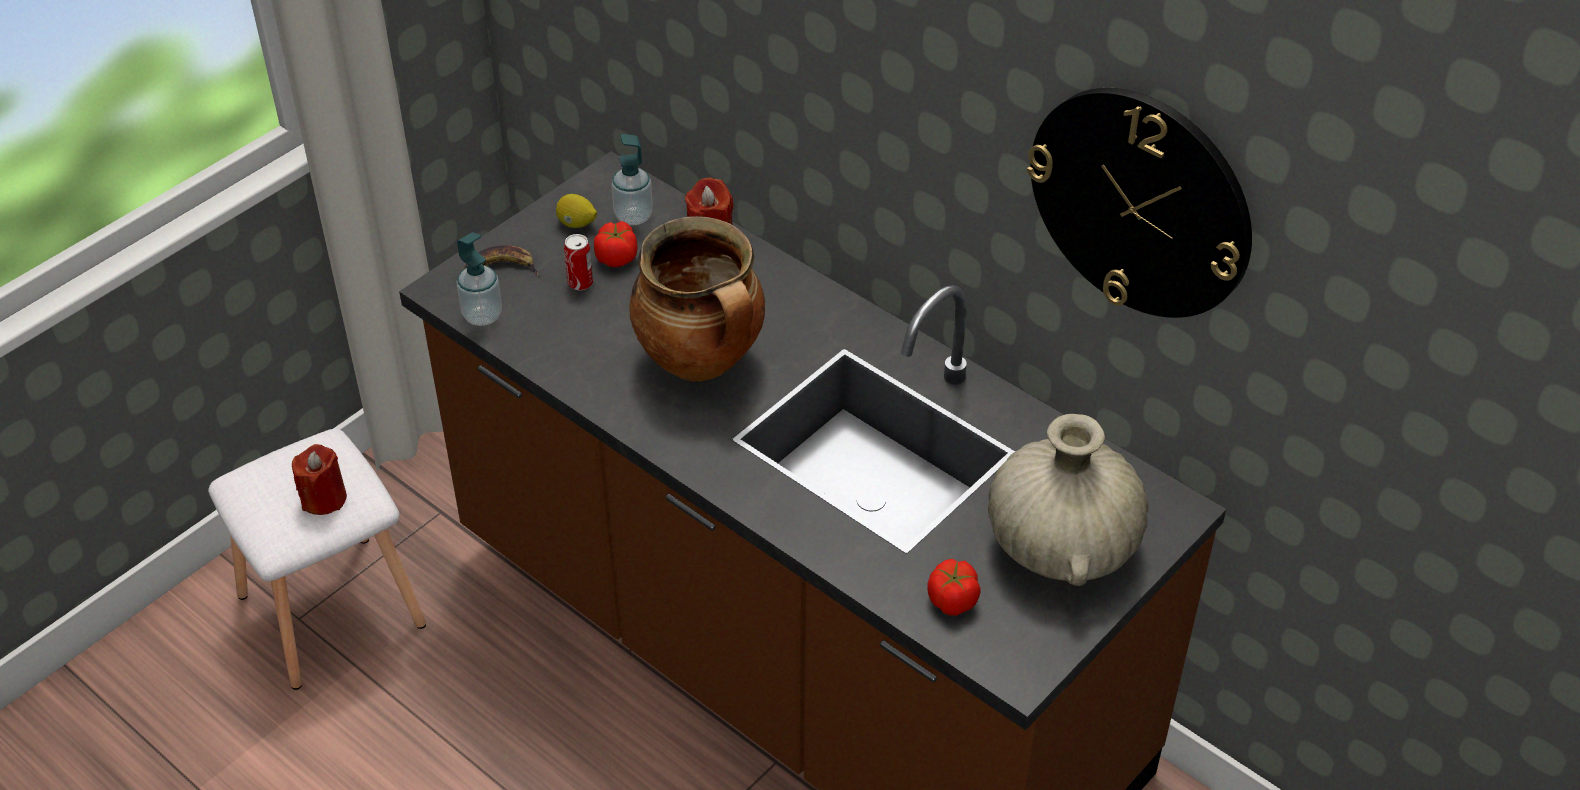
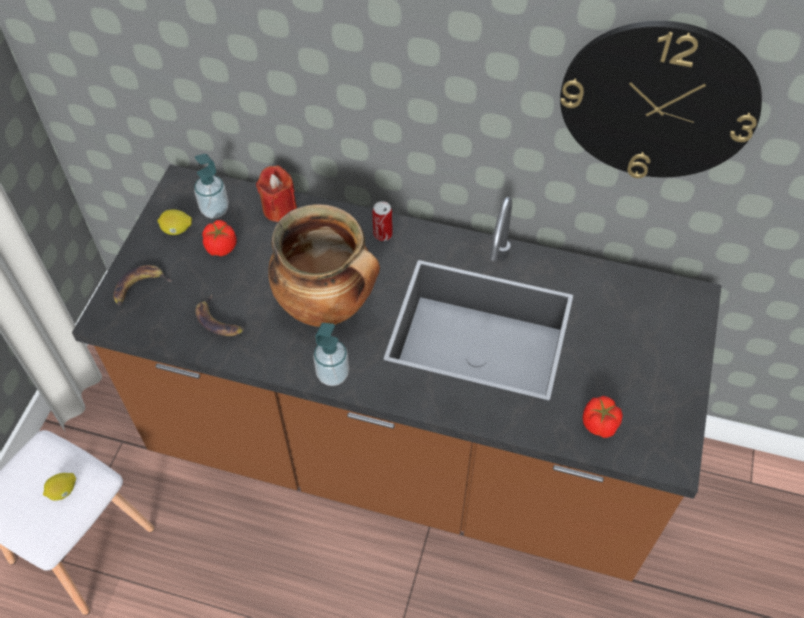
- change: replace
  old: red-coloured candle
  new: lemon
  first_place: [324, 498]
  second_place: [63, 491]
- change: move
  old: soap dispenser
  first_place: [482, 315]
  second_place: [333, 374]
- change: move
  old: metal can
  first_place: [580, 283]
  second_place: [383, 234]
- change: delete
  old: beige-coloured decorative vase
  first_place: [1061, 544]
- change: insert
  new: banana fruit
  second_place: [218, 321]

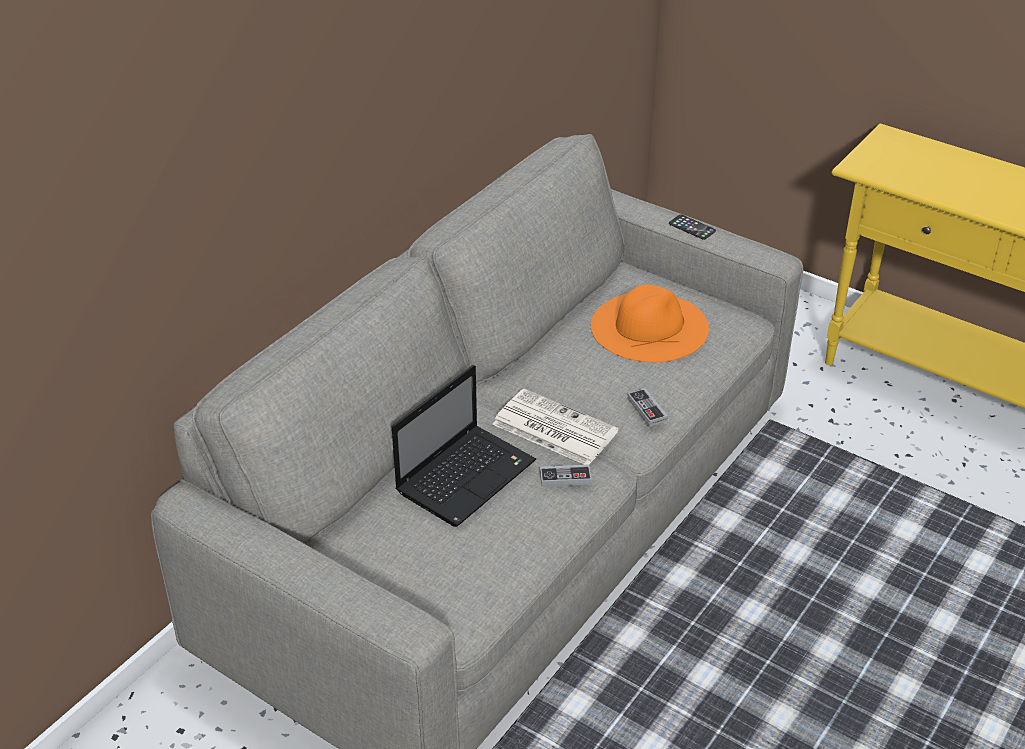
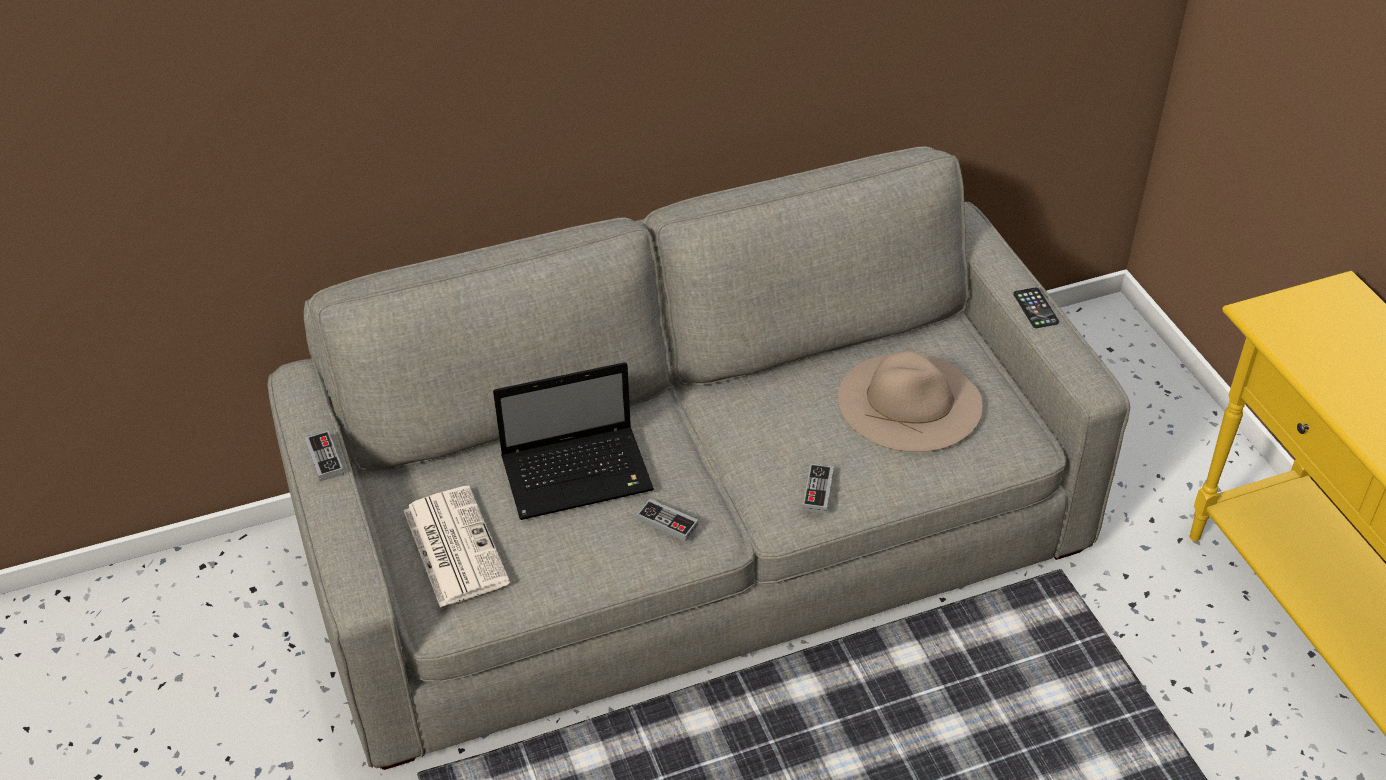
- change: move
  old: newspaper
  first_place: [552, 428]
  second_place: [453, 545]
- change: recolor
  old: orange-coloured hat
  new: beige-coloured hat
  first_place: [649, 326]
  second_place: [909, 401]
- change: insert
  new: gamepad
  second_place: [324, 458]

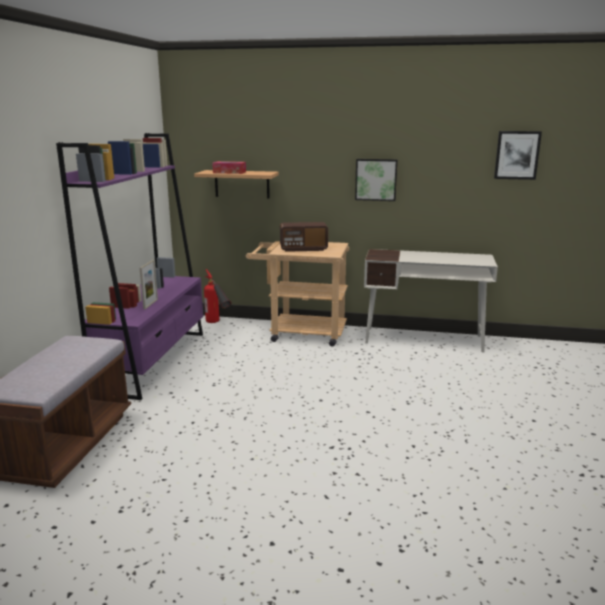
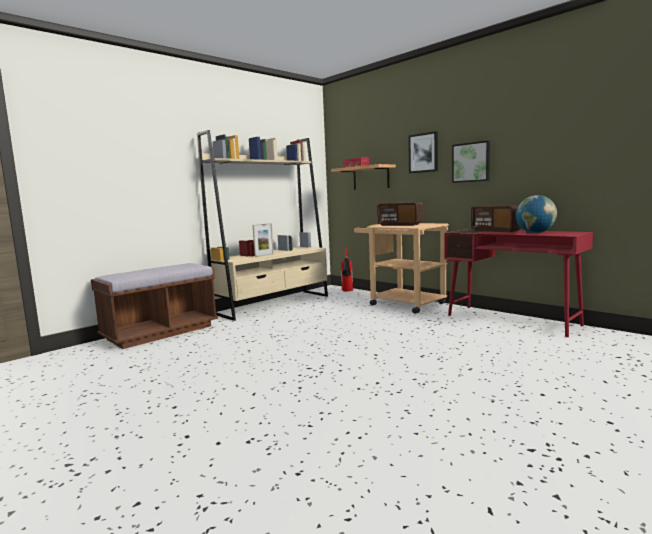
- change: recolor
  old: purple shelving unit
  new: beige-coloured shelving unit
  first_place: [153, 361]
  second_place: [274, 304]
- change: recolor
  old: white desk table
  new: red-coloured desk table
  first_place: [424, 339]
  second_place: [512, 320]
- change: move
  old: picture
  first_place: [517, 155]
  second_place: [423, 153]
- change: insert
  new: radio set
  second_place: [496, 230]
- change: insert
  new: globe
  second_place: [535, 233]

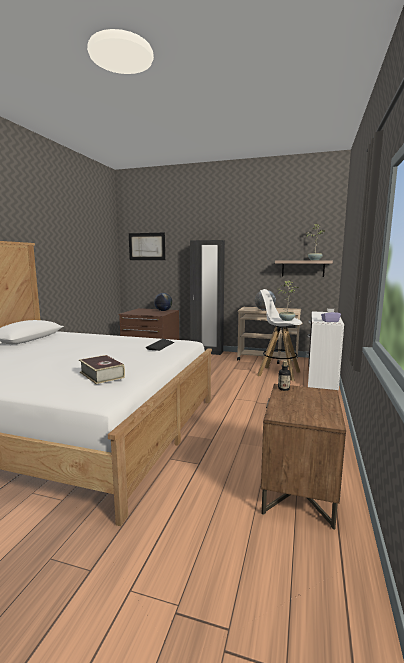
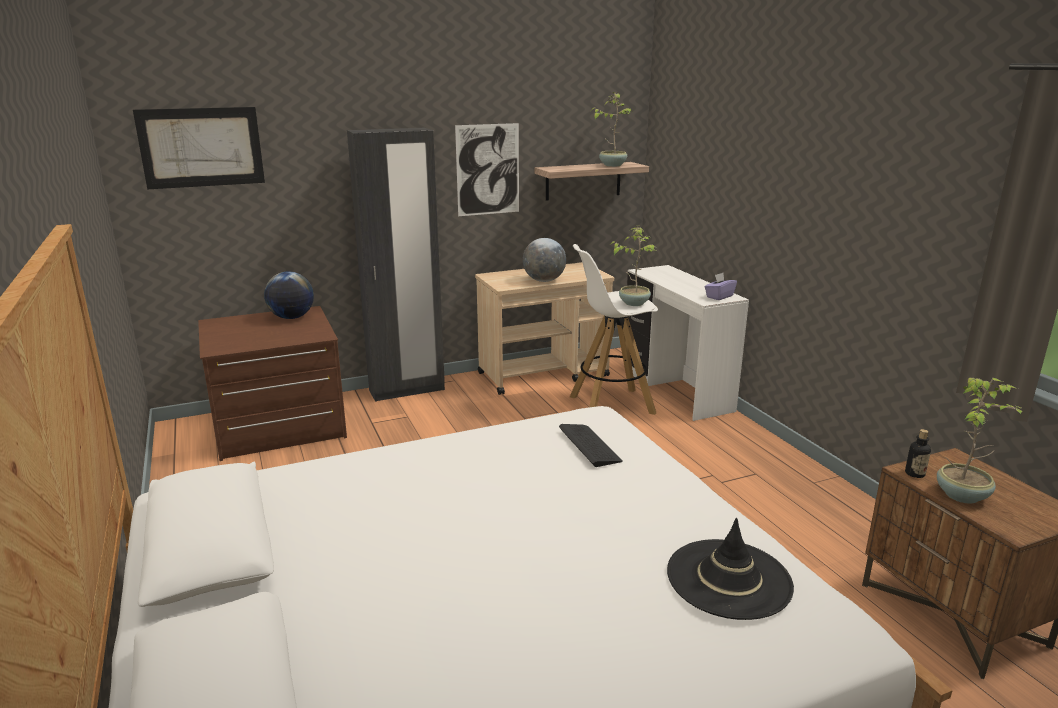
- change: replace
  old: book
  new: black-coloured hat
  first_place: [102, 375]
  second_place: [729, 579]
- change: insert
  new: picture
  second_place: [488, 170]
- change: insert
  new: houseplant
  second_place: [963, 495]

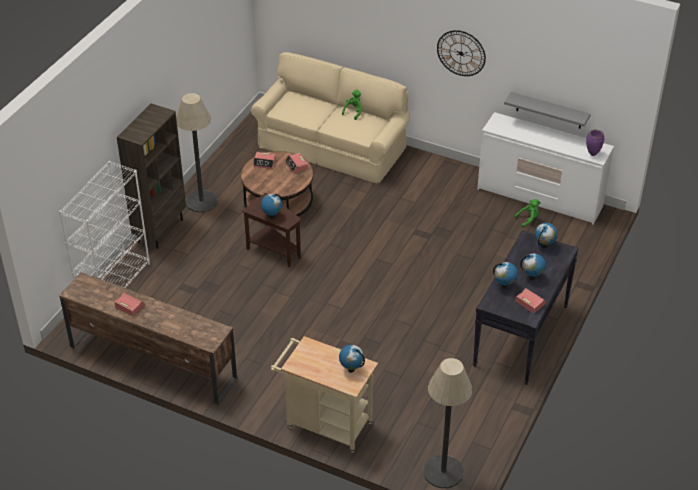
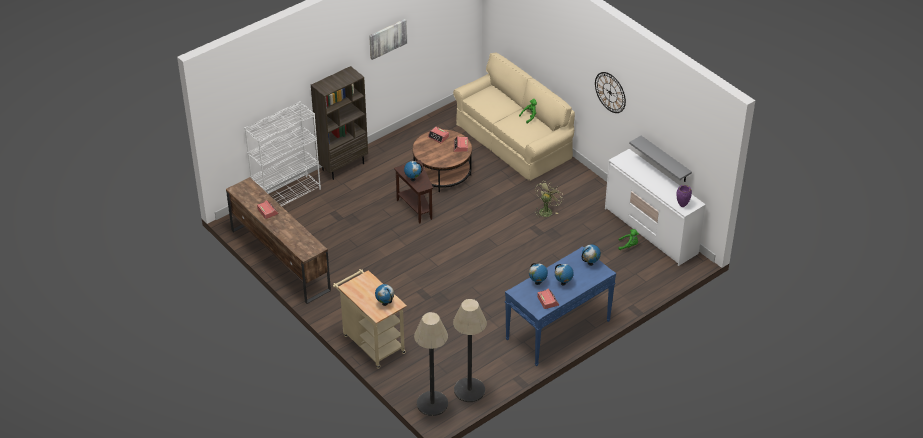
- change: move
  old: standing lamp
  first_place: [201, 201]
  second_place: [469, 390]
- change: recolor
  old: black-coloured narrow table
  new: blue narrow table
  first_place: [521, 336]
  second_place: [558, 330]
- change: insert
  new: picture
  second_place: [387, 38]
- change: insert
  new: green-coloured fan
  second_place: [546, 210]

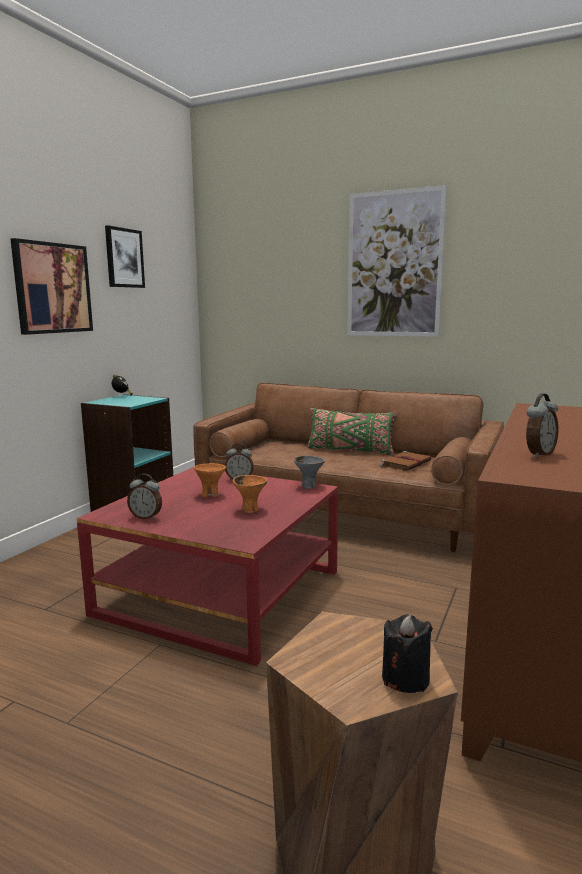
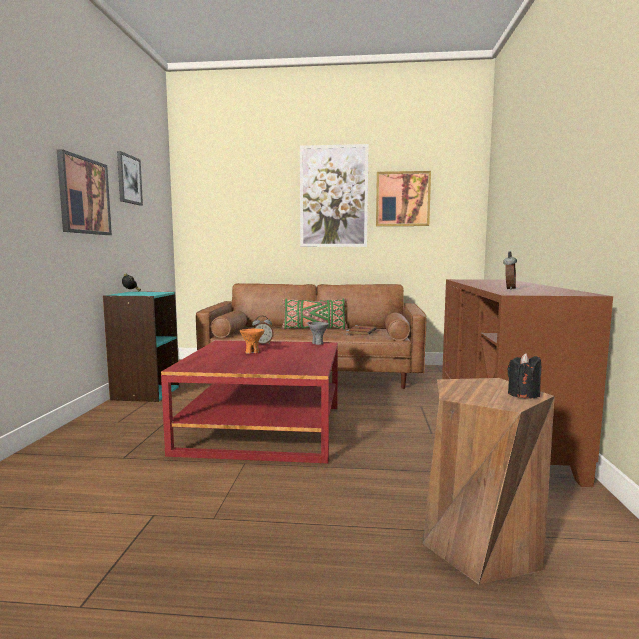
- change: delete
  old: table clock
  first_place: [146, 517]
- change: delete
  old: orange-coloured serving bowl
  first_place: [250, 510]
- change: insert
  new: picture
  second_place: [402, 199]

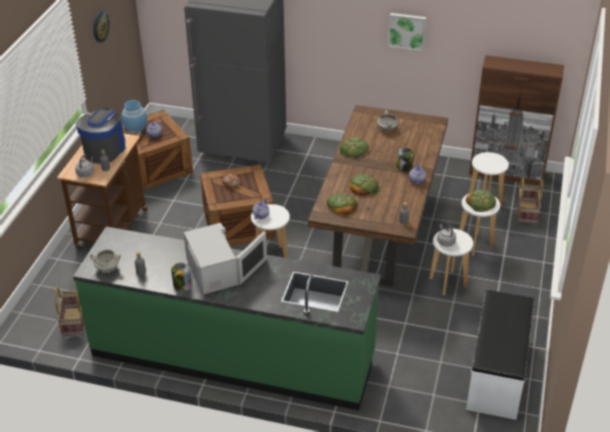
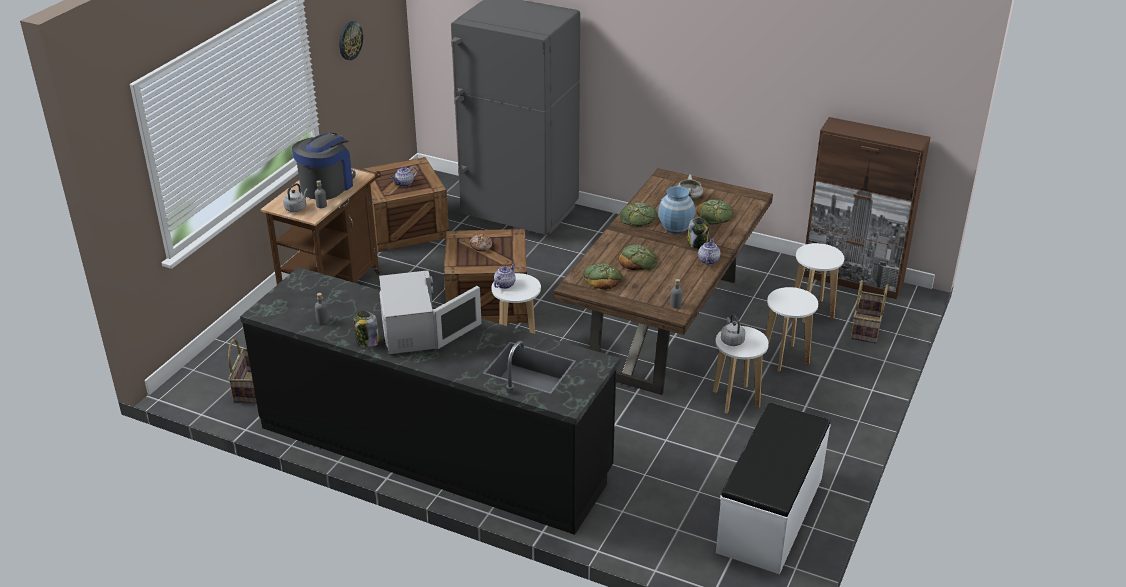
- change: recolor
  old: green-coloured kitchen counter
  new: black-coloured kitchen counter
  first_place: [233, 355]
  second_place: [434, 450]
- change: delete
  old: white saucepot
  first_place: [107, 268]
- change: move
  old: blue decorative vase
  first_place: [135, 128]
  second_place: [675, 227]
- change: delete
  old: picture
  first_place: [407, 31]
- change: move
  old: baked bread
  first_place: [481, 202]
  second_place: [715, 215]

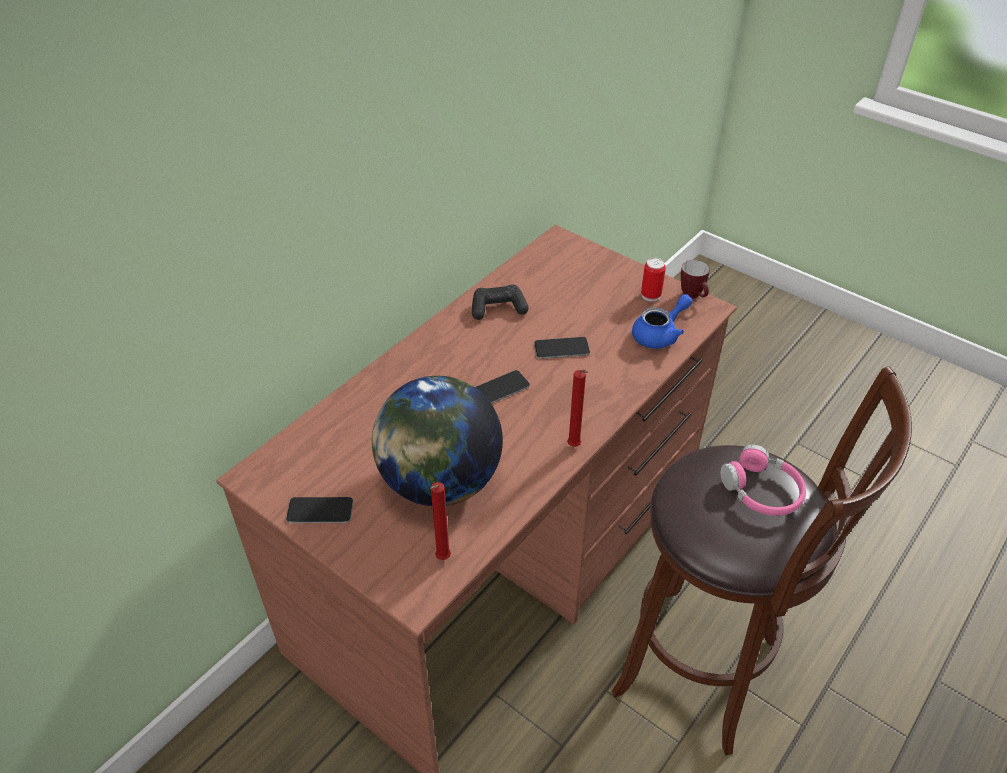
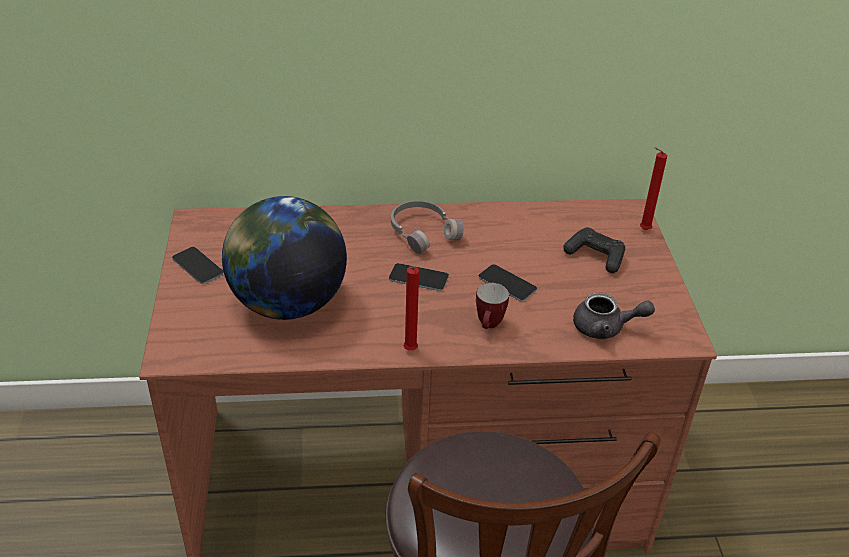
- change: move
  old: red-coloured candle
  first_place: [441, 559]
  second_place: [643, 230]
- change: move
  old: black-coloured gamepad
  first_place: [498, 308]
  second_place: [595, 256]
- change: recolor
  old: blue tea pot
  new: greyish tea pot
  first_place: [660, 334]
  second_place: [605, 328]
- change: delete
  old: metal can
  first_place: [651, 295]
- change: move
  old: tea mug
  first_place: [693, 296]
  second_place: [489, 326]
- change: delete
  old: pinkish headphones
  first_place: [761, 491]
- change: insert
  new: greyish headphones
  second_place: [423, 232]

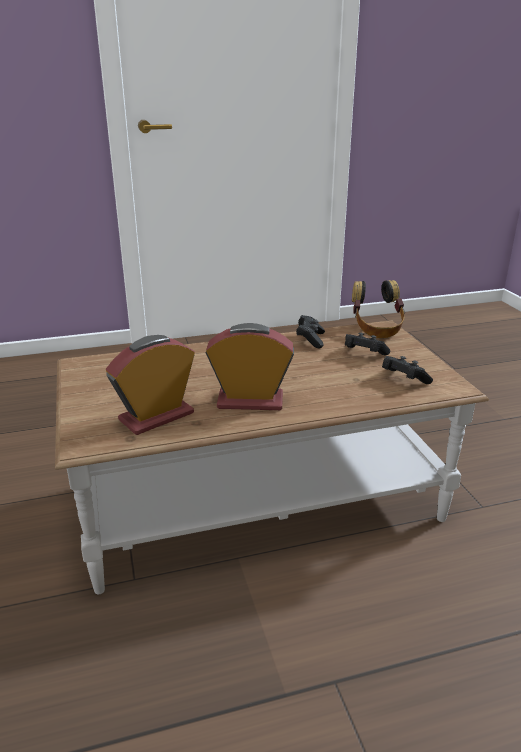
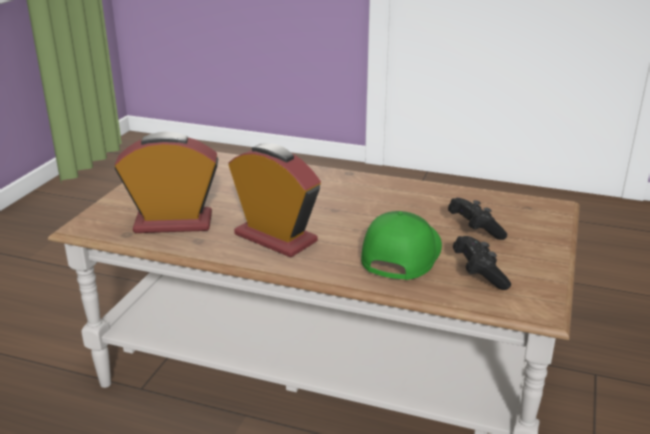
- change: delete
  old: black-coloured gamepad
  first_place: [310, 339]
- change: delete
  old: headphones
  first_place: [376, 329]
- change: insert
  new: green-coloured cap
  second_place: [400, 255]

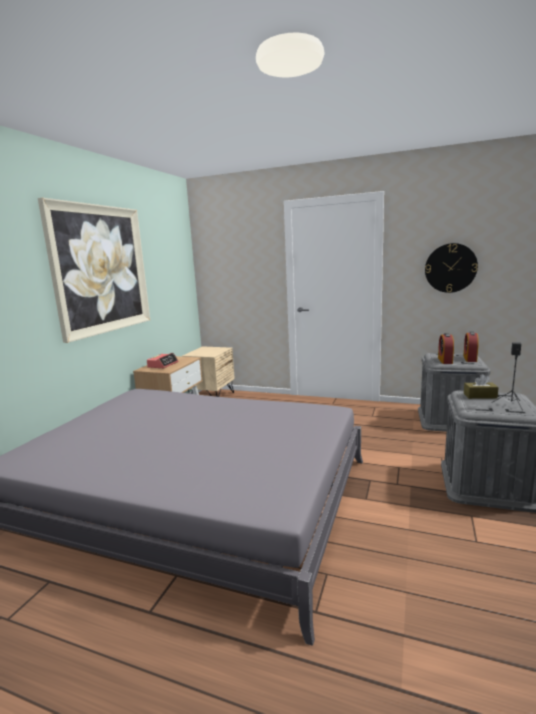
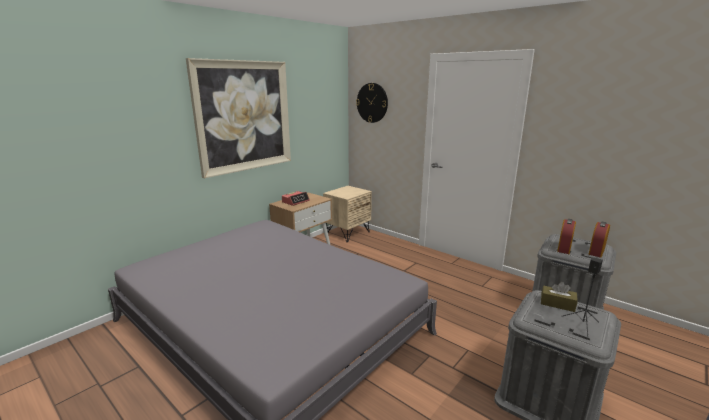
- change: move
  old: hanging clock
  first_place: [450, 268]
  second_place: [372, 103]

